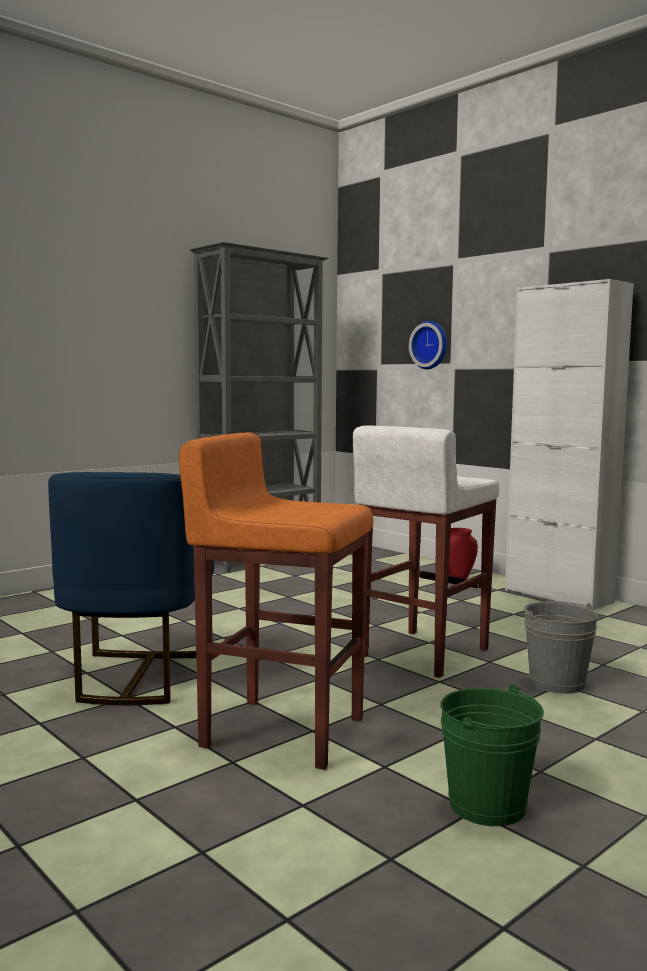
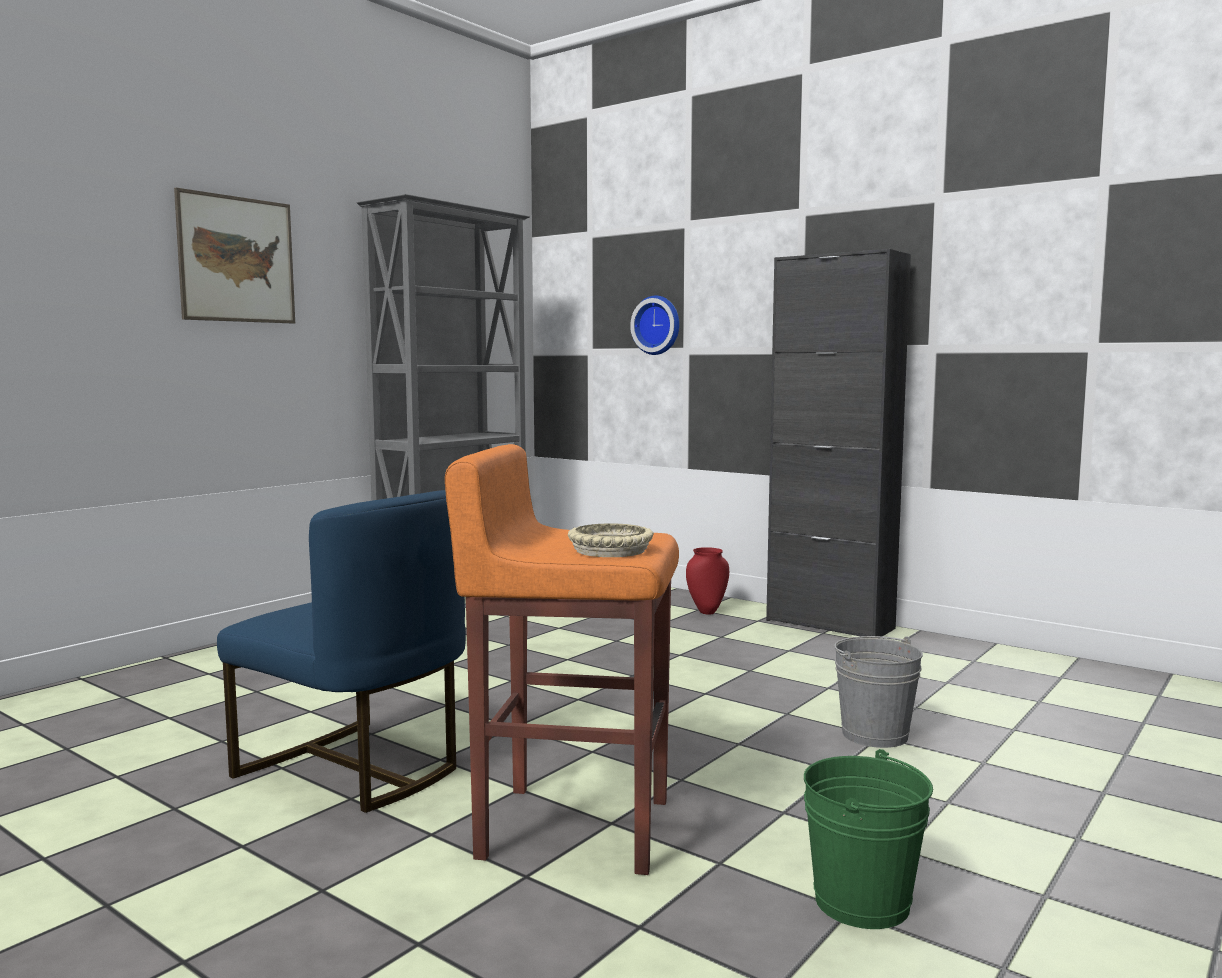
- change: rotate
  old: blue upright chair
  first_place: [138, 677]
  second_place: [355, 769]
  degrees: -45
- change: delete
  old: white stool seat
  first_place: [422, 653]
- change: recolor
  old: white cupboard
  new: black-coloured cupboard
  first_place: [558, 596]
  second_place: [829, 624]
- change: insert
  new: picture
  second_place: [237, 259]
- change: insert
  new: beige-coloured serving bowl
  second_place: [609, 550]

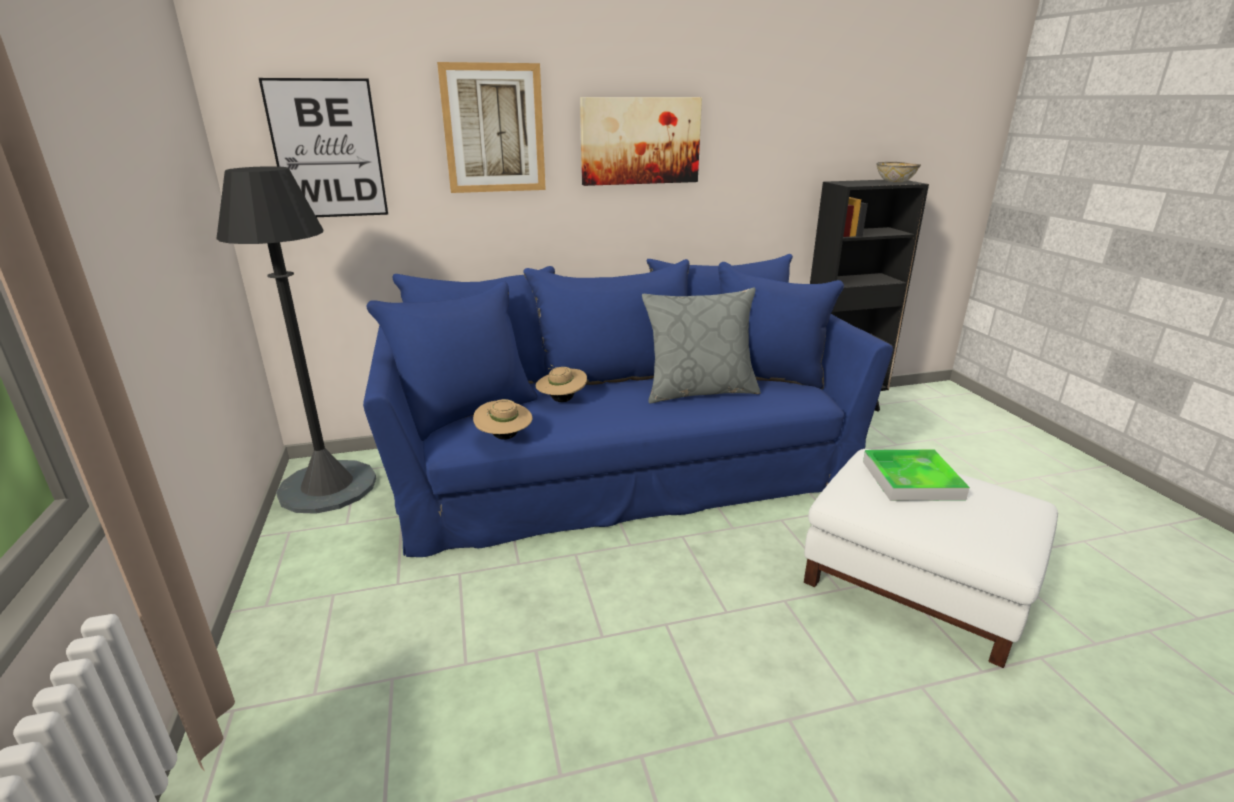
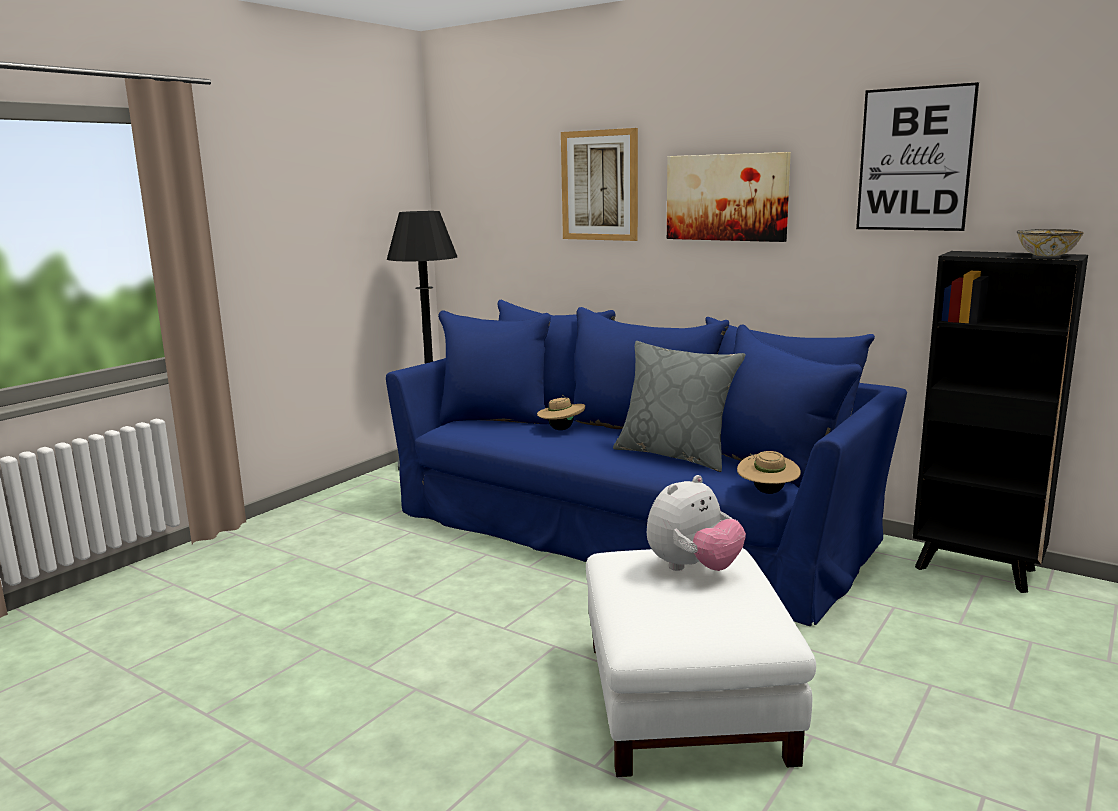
- change: move
  old: picture
  first_place: [327, 150]
  second_place: [914, 159]
- change: move
  old: beige-coloured hat
  first_place: [504, 437]
  second_place: [767, 492]
- change: replace
  old: tray
  new: soft toy
  first_place: [911, 480]
  second_place: [693, 568]

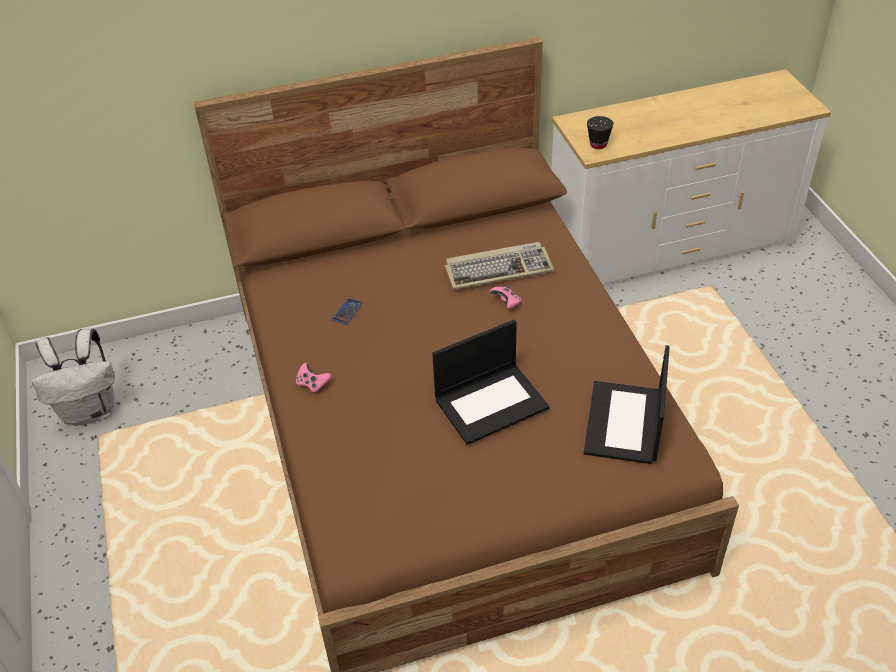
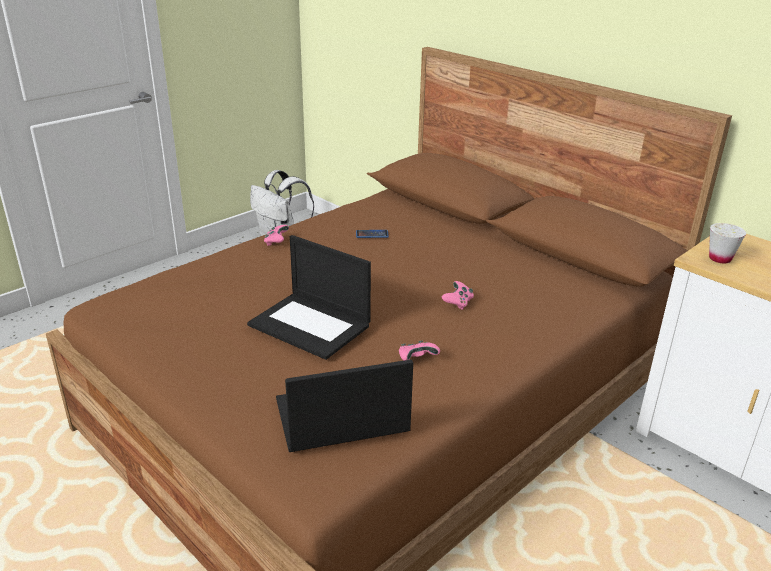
- change: delete
  old: PC keyboard
  first_place: [499, 269]
- change: recolor
  old: black-coloured small cup
  new: white small cup
  first_place: [598, 144]
  second_place: [720, 258]
- change: insert
  new: pinkish gamepad
  second_place: [417, 359]

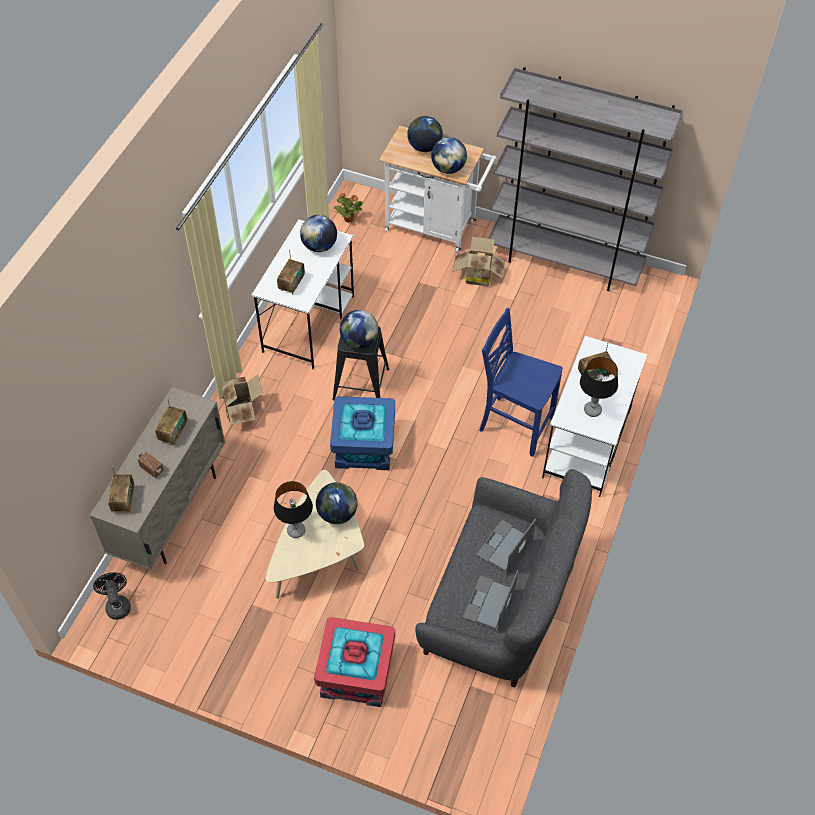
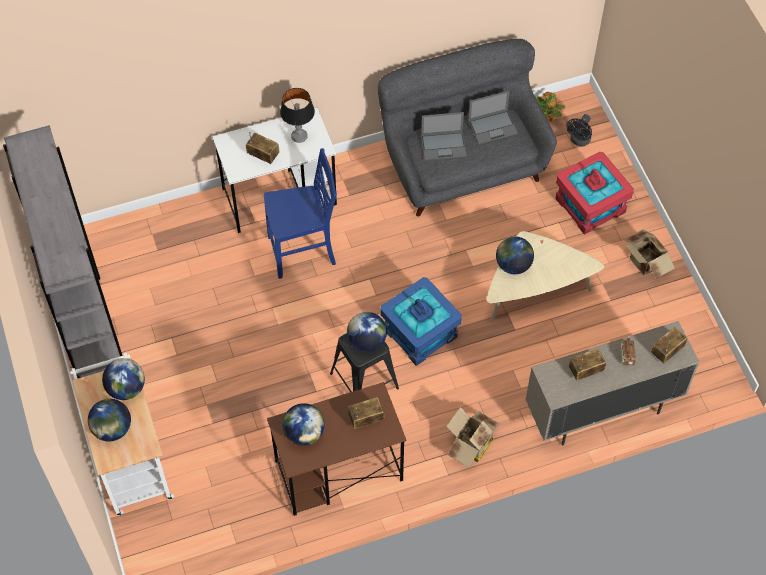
- change: move
  old: black-coloured fan
  first_place: [117, 604]
  second_place: [579, 141]
- change: recolor
  old: white desk table
  new: brown desk table
  first_place: [309, 323]
  second_place: [338, 471]
- change: delete
  old: tabletop lamp
  first_place: [296, 531]
- change: move
  old: houseplant
  first_place: [348, 219]
  second_place: [548, 118]
- change: move
  old: carton
  first_place: [477, 275]
  second_place: [644, 264]
- change: rotate
  old: blue upright chair
  first_place: [514, 424]
  second_place: [303, 252]
  degrees: -90

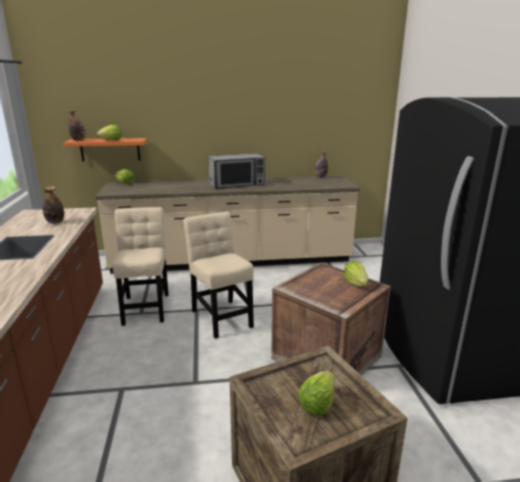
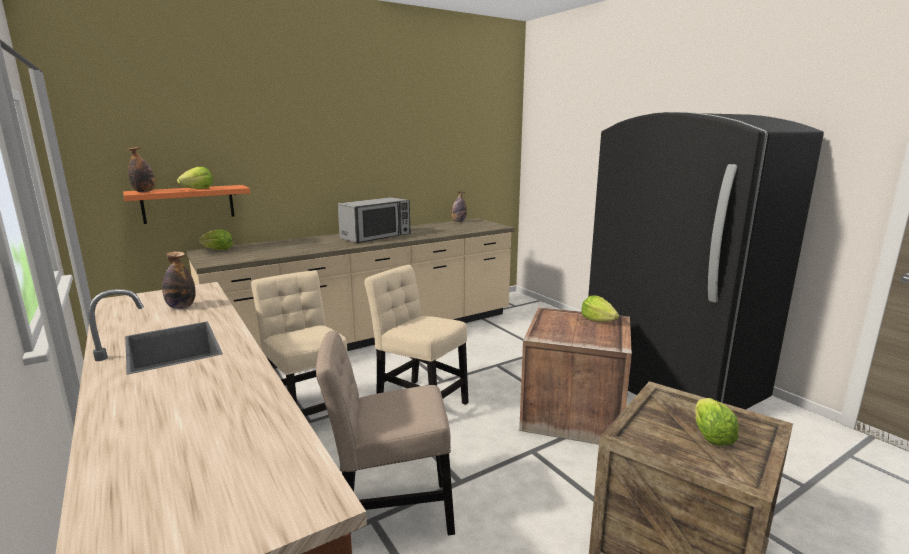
- change: insert
  new: beige-coloured upright chair
  second_place: [390, 513]

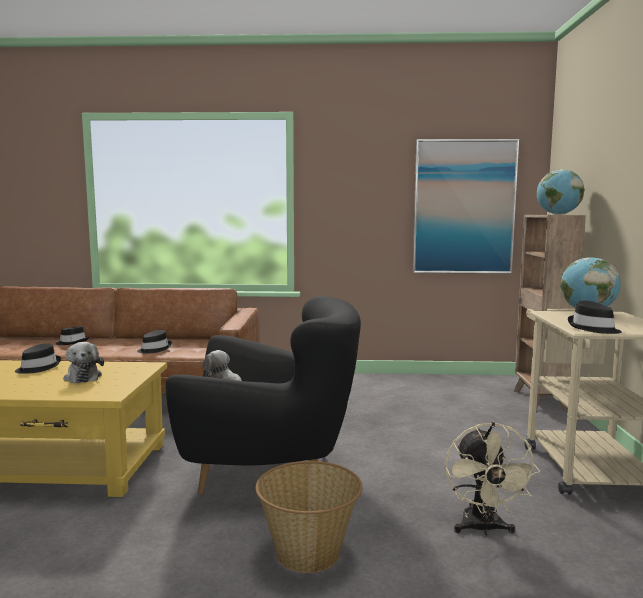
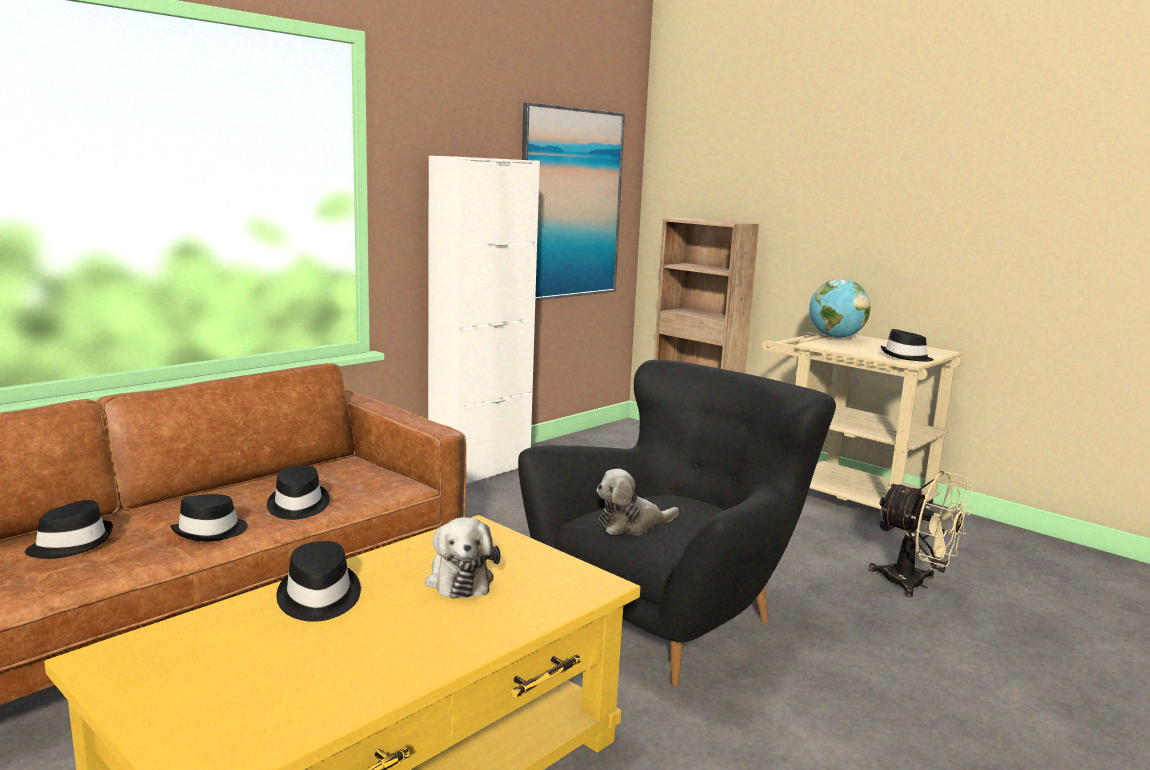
- change: rotate
  old: soft toy
  first_place: [83, 377]
  second_place: [459, 579]
  degrees: 60
- change: delete
  old: basket
  first_place: [309, 553]
- change: delete
  old: globe
  first_place: [558, 214]
- change: insert
  new: black-coloured hat
  second_place: [211, 532]
- change: insert
  new: white cupboard
  second_place: [480, 470]

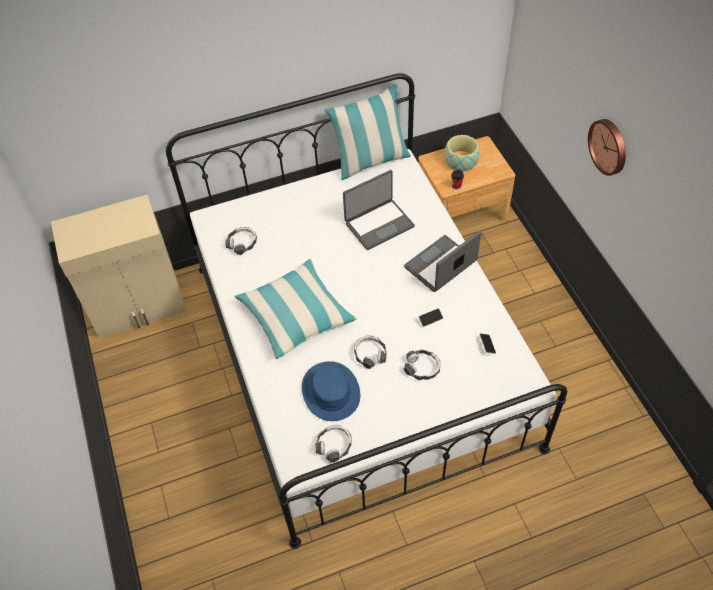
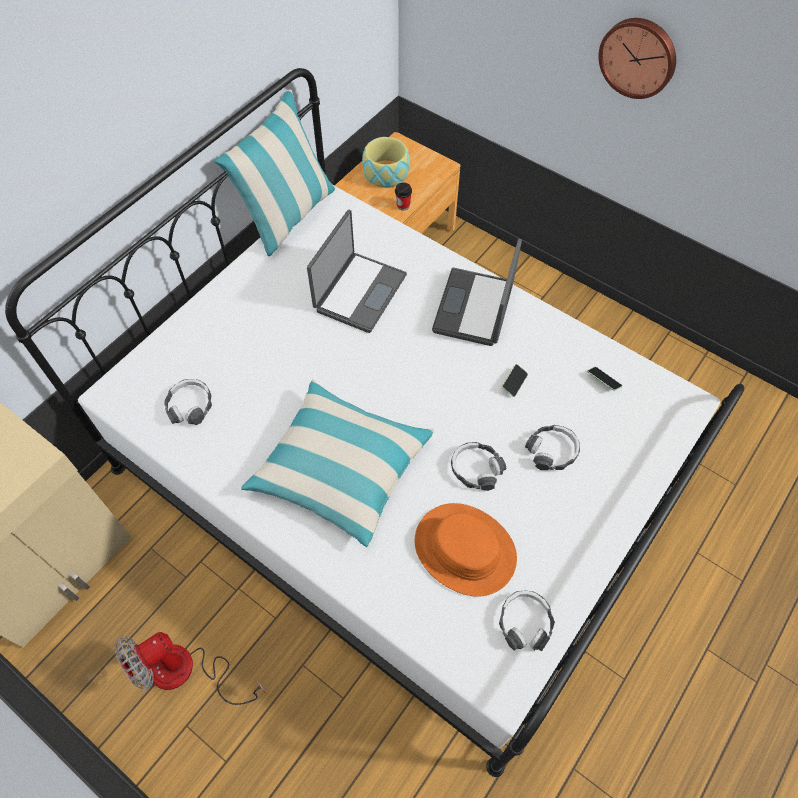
- change: recolor
  old: blue hat
  new: orange-coloured hat
  first_place: [330, 392]
  second_place: [464, 550]
- change: insert
  new: fan
  second_place: [187, 672]

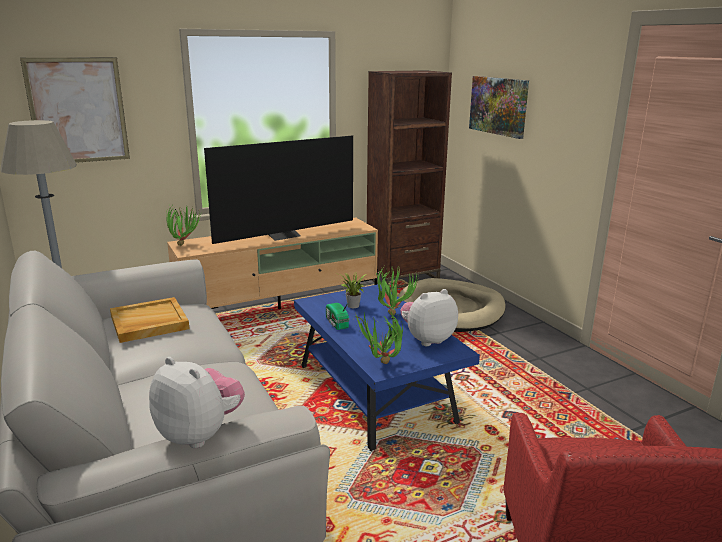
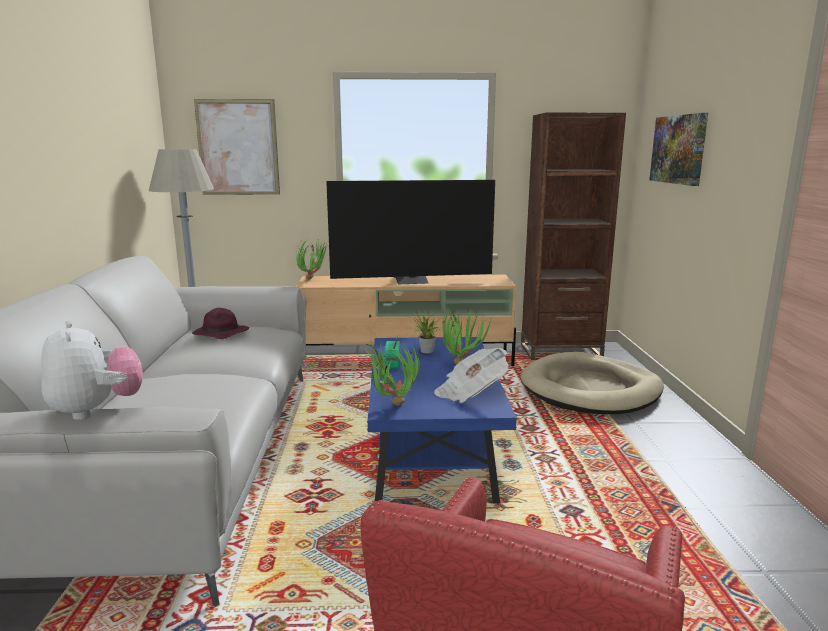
- change: replace
  old: beige-coloured tray
  new: purple hat
  first_place: [148, 323]
  second_place: [220, 334]
- change: replace
  old: soft toy
  new: newspaper
  first_place: [427, 339]
  second_place: [470, 392]

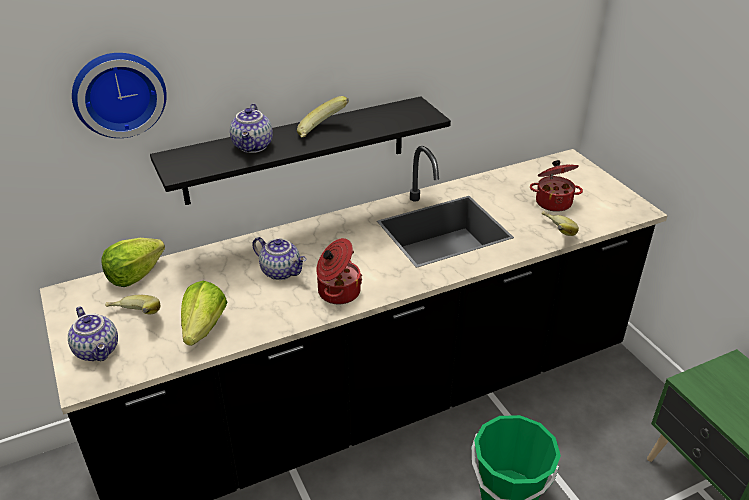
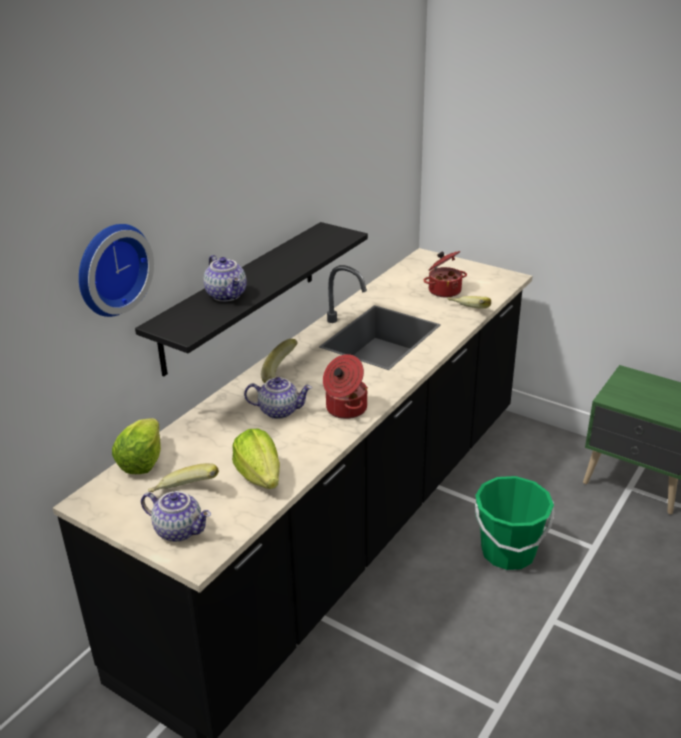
- change: move
  old: banana fruit
  first_place: [322, 133]
  second_place: [282, 376]

